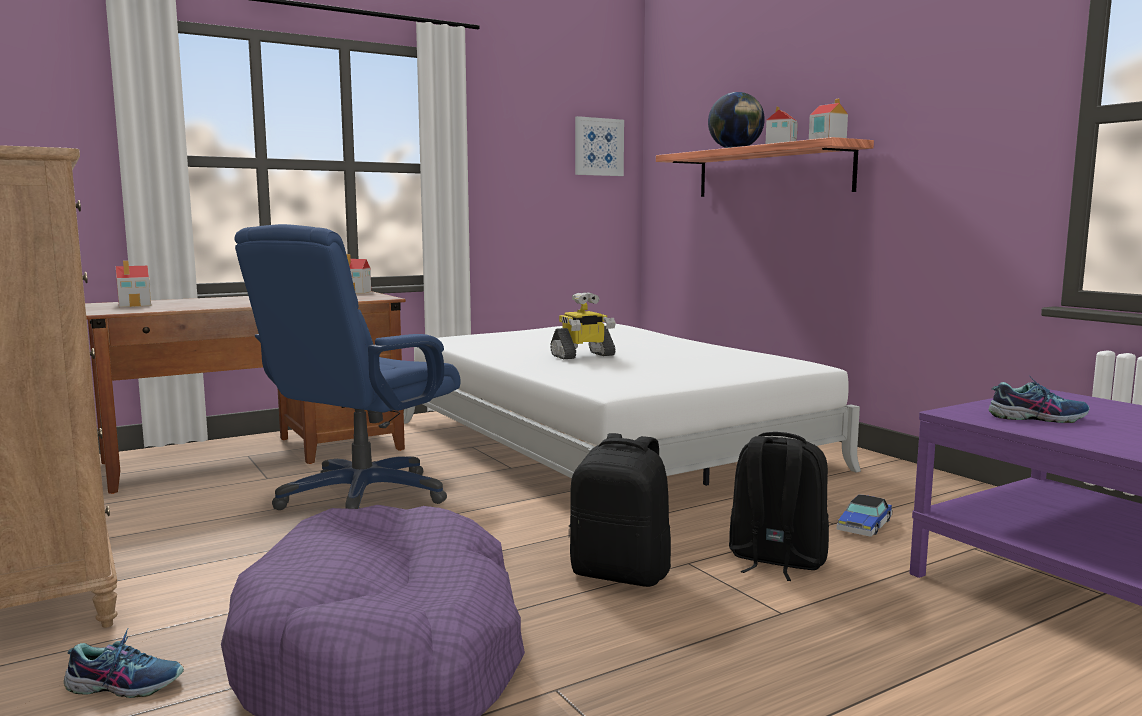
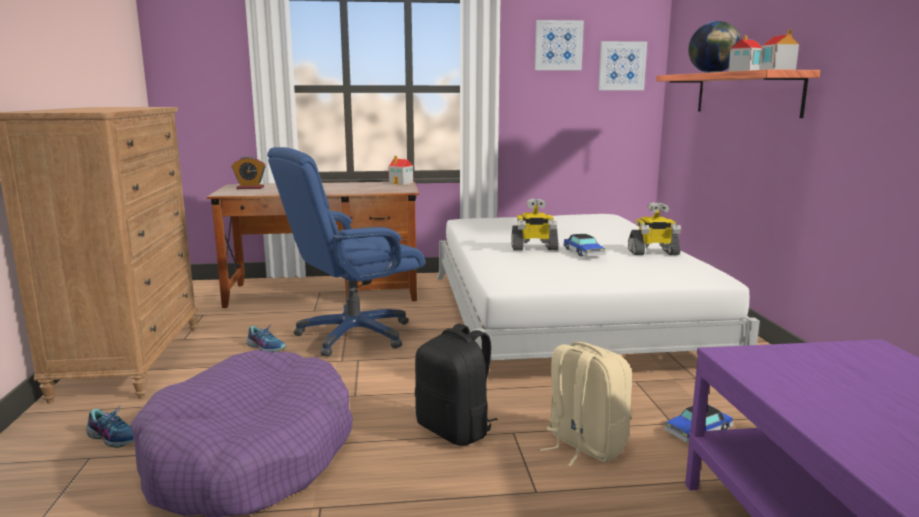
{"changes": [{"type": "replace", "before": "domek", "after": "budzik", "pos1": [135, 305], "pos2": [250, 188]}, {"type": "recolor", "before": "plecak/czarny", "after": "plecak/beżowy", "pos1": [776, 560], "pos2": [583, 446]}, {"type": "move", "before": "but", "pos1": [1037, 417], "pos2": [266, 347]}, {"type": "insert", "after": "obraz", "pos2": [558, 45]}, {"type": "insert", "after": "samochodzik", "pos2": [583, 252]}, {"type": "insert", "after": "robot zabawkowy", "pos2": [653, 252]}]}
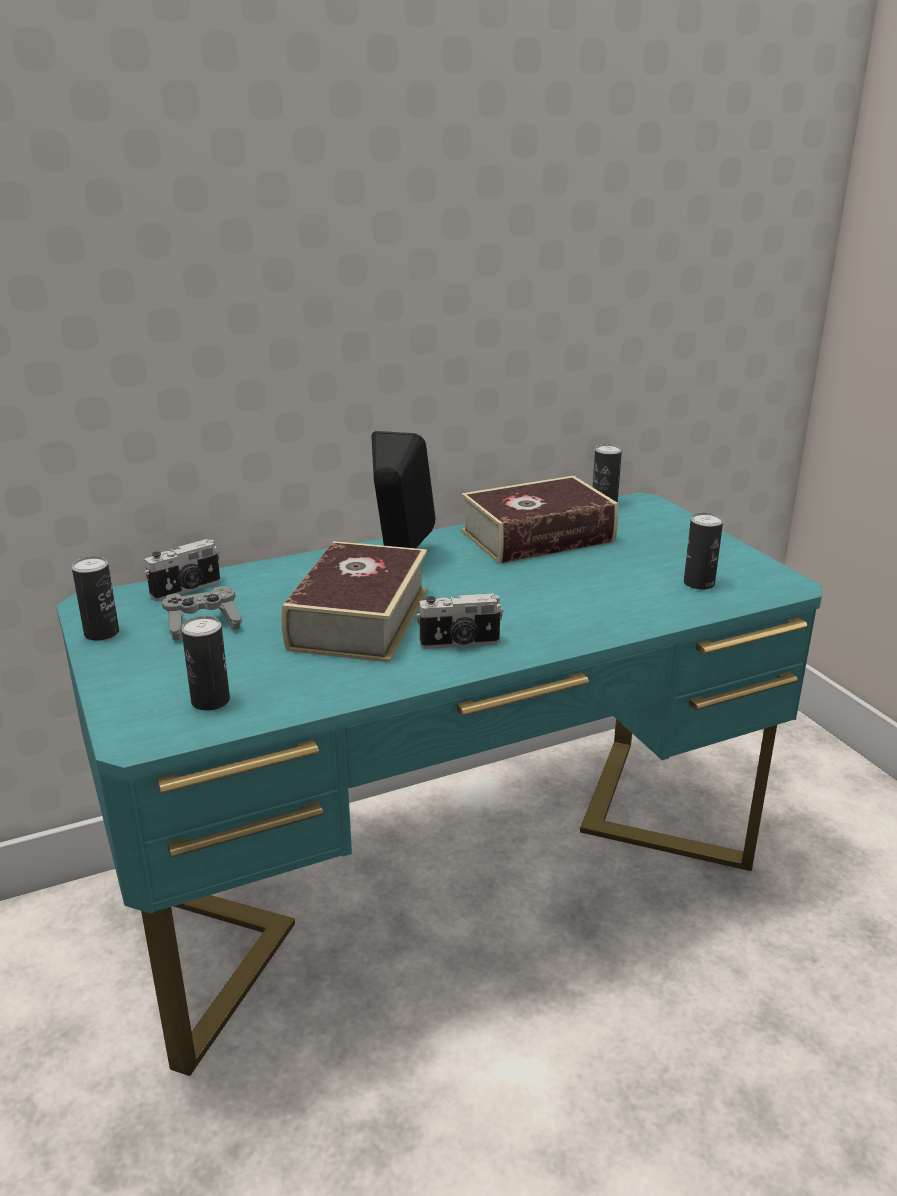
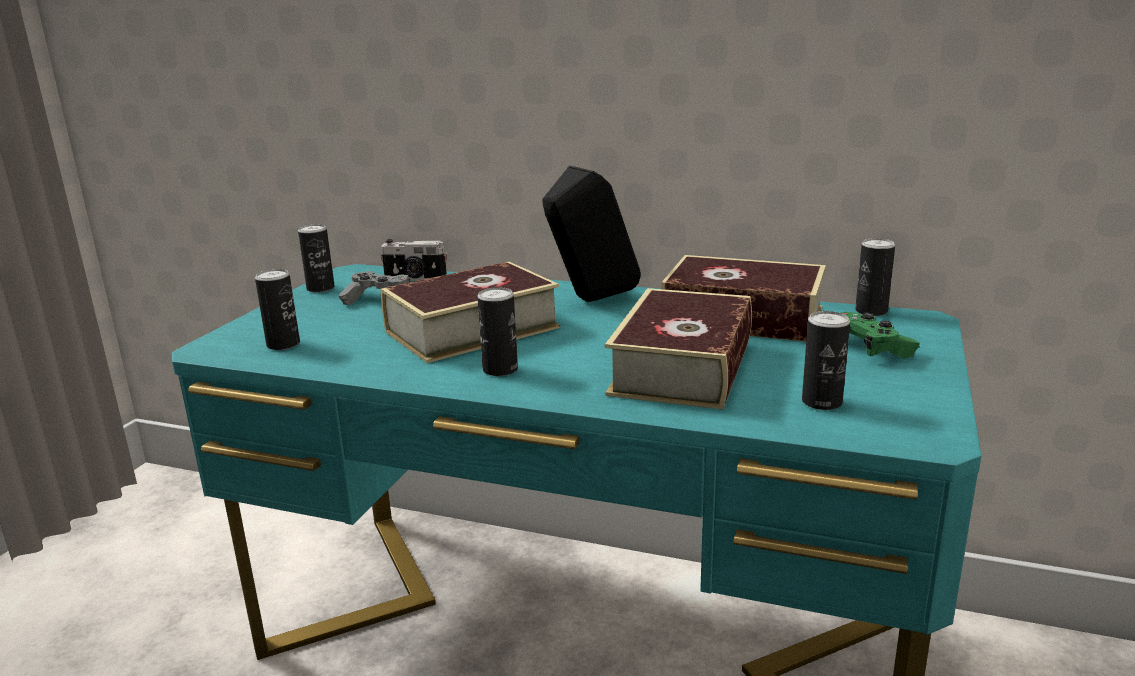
{"changes": [{"type": "replace", "before": "aparat fotograficzny", "after": "puszka", "pos1": [460, 643], "pos2": [500, 369]}, {"type": "insert", "after": "książka", "pos2": [682, 367]}, {"type": "insert", "after": "pad do gier/zielony", "pos2": [870, 349]}]}
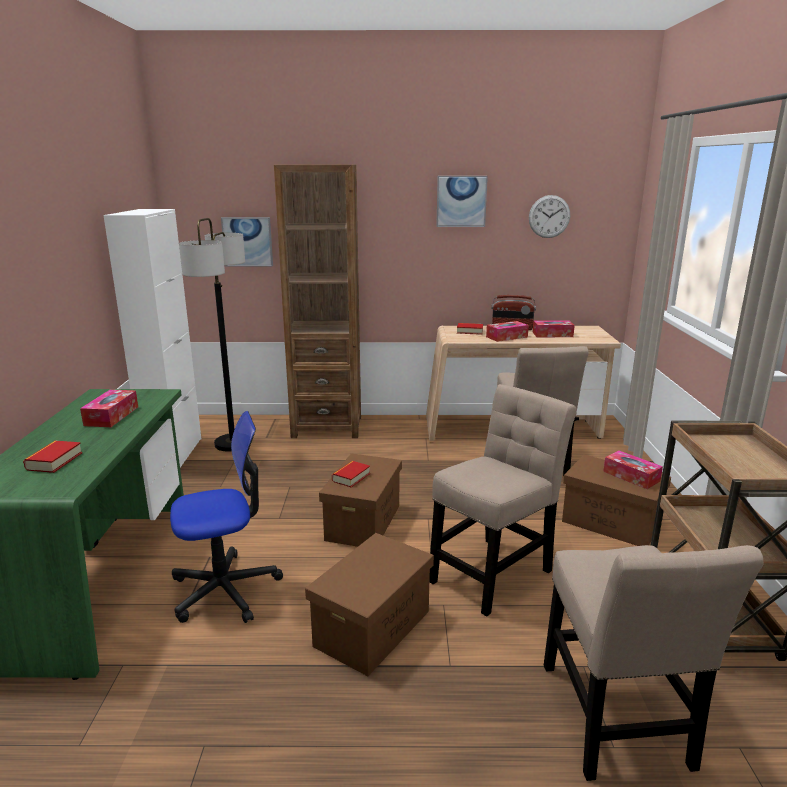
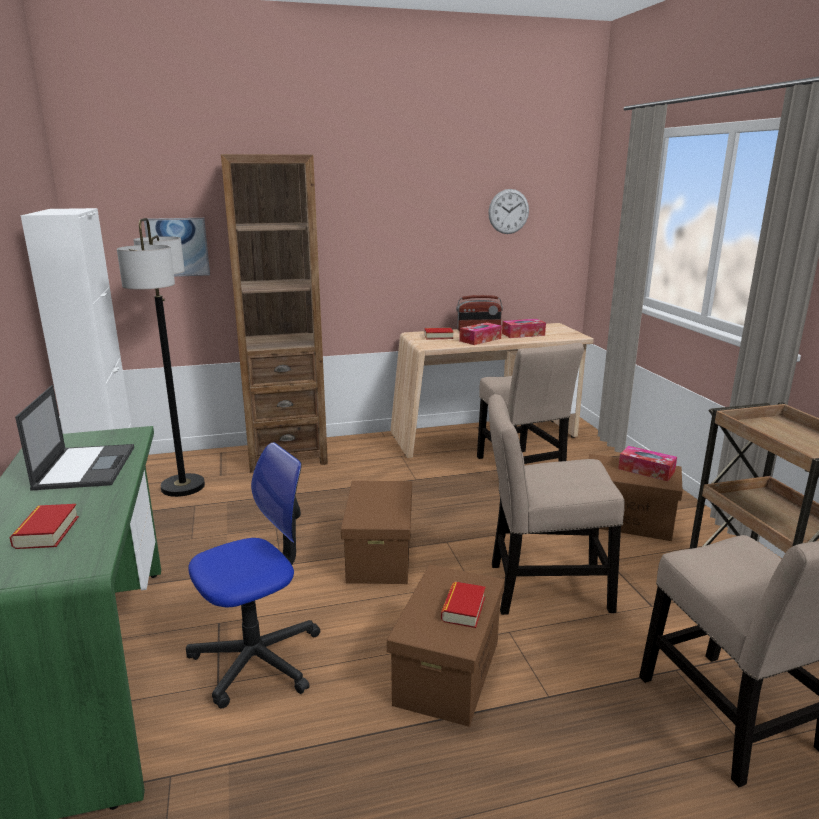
{"changes": [{"type": "replace", "before": "pudełko chusteczek", "after": "laptop", "pos1": [111, 416], "pos2": [85, 467]}, {"type": "move", "before": "książka", "pos1": [351, 477], "pos2": [463, 609]}, {"type": "rotate", "before": "krzesło/beżowy", "pos1": [494, 572], "pos2": [542, 588], "turn": -120}, {"type": "delete", "before": "obraz", "pos1": [461, 201]}]}
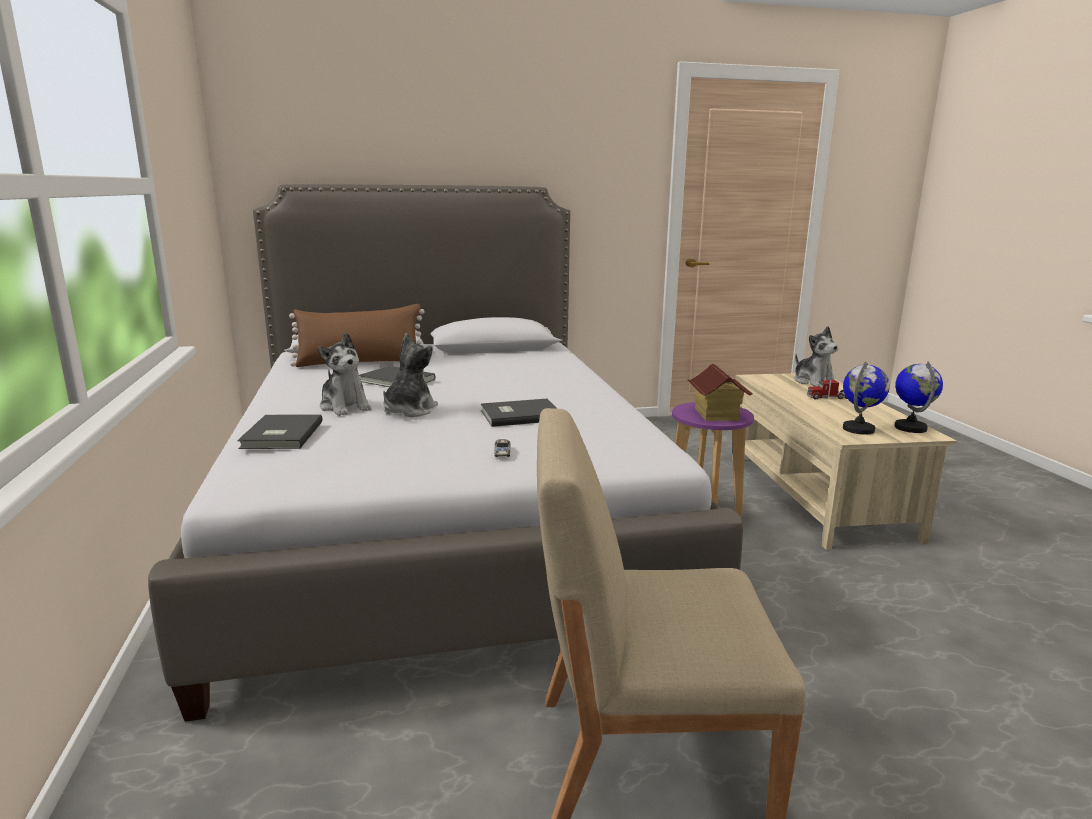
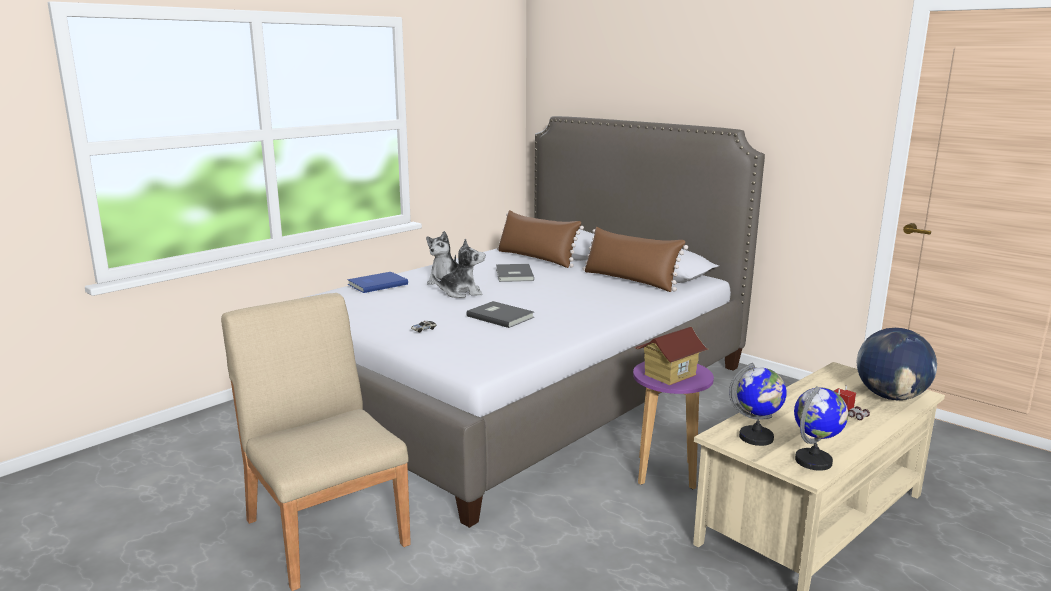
{"changes": [{"type": "recolor", "before": "książka/szary", "after": "książka/niebieski", "pos1": [280, 435], "pos2": [376, 284]}, {"type": "replace", "before": "pluszak", "after": "globus", "pos1": [813, 382], "pos2": [891, 396]}, {"type": "insert", "after": "poduszka/brązowy", "pos2": [630, 280]}]}
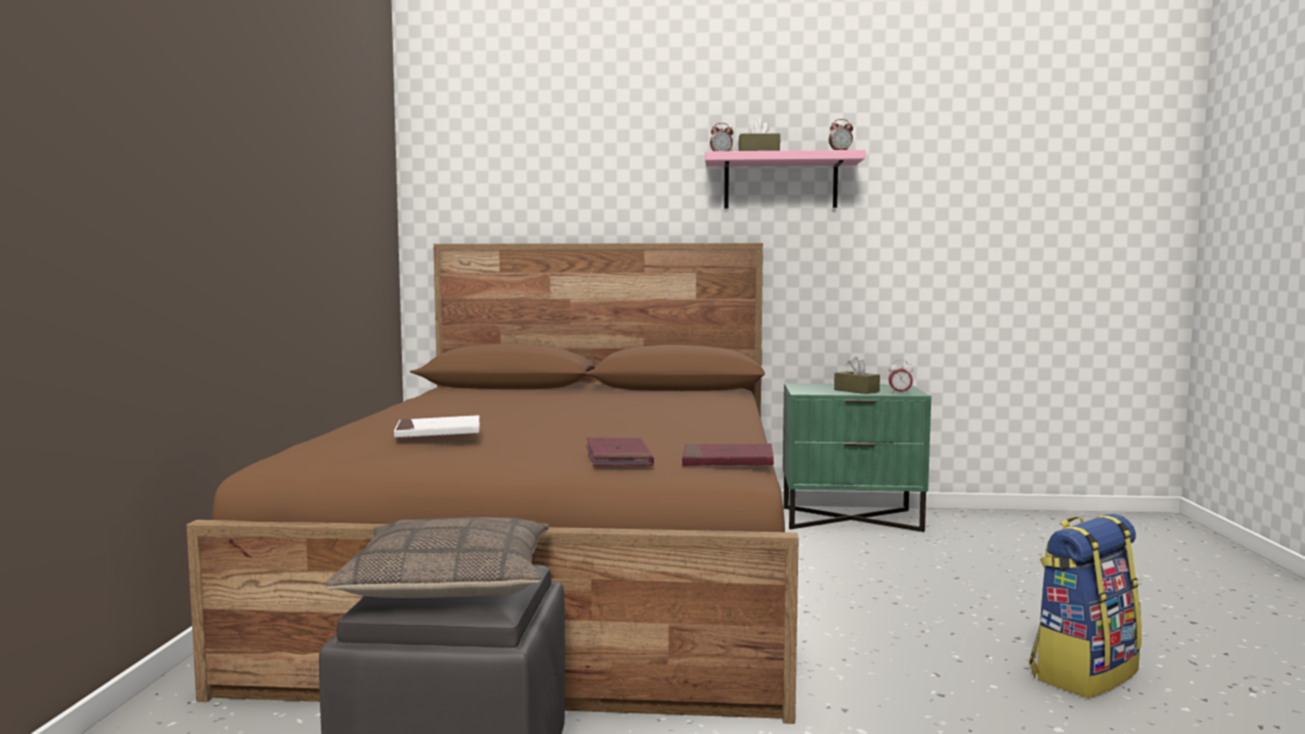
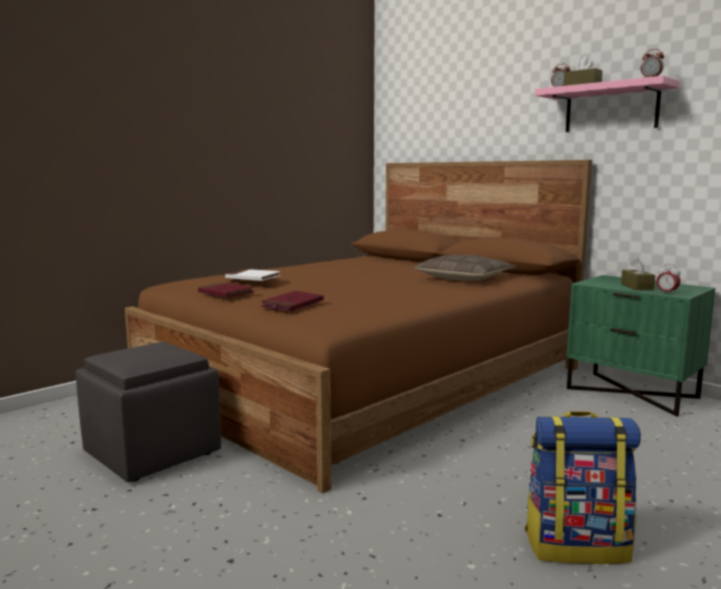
{"changes": [{"type": "move", "before": "poduszka", "pos1": [450, 581], "pos2": [465, 278]}, {"type": "move", "before": "książka/czerwony", "pos1": [727, 461], "pos2": [226, 293]}]}
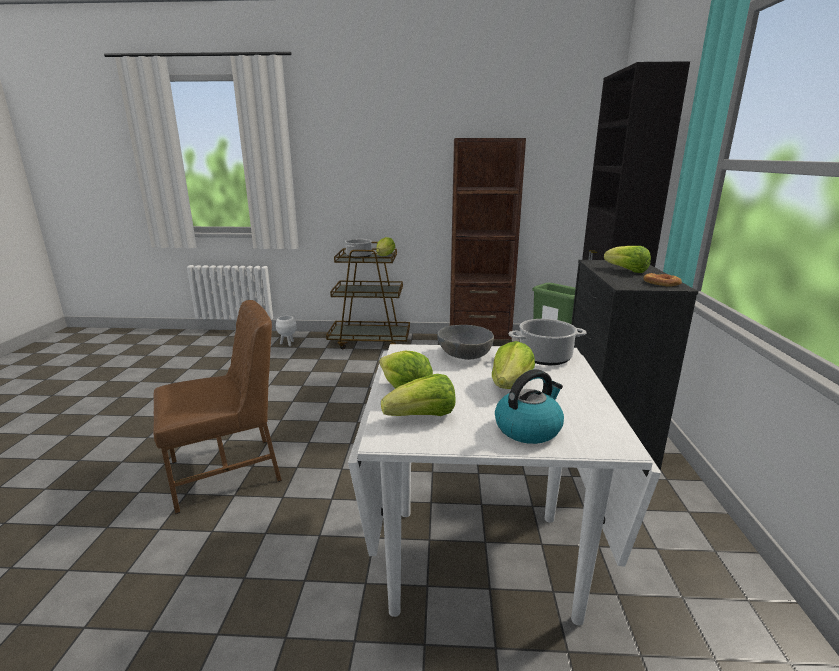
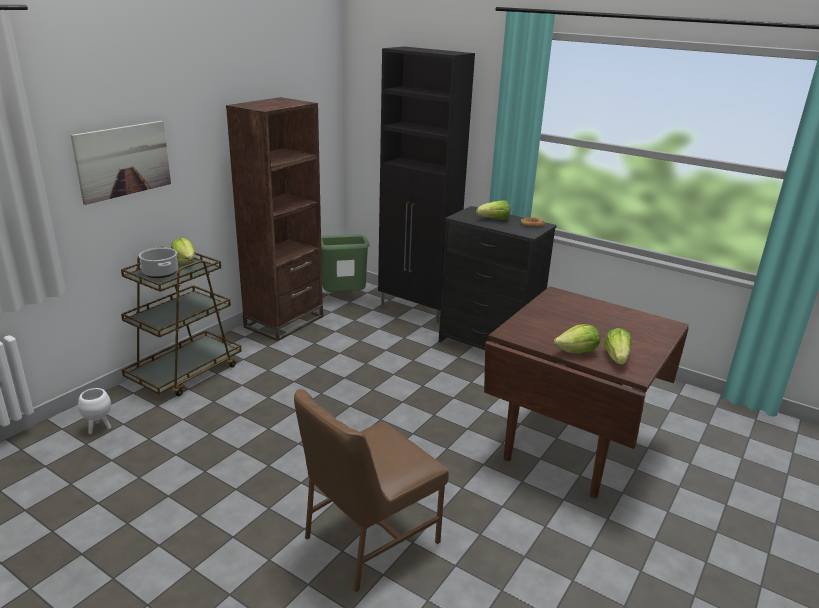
{"changes": [{"type": "rotate", "before": "krzesło/brązowy", "pos1": [228, 471], "pos2": [368, 539], "turn": -135}, {"type": "recolor", "before": "stół jadalny/biały", "after": "stół jadalny/brązowy", "pos1": [480, 558], "pos2": [569, 446]}, {"type": "delete", "before": "miska/szary", "pos1": [465, 355]}, {"type": "delete", "before": "sałata", "pos1": [511, 385]}, {"type": "delete", "before": "czajnik", "pos1": [528, 428]}, {"type": "delete", "before": "garnek", "pos1": [545, 357]}, {"type": "insert", "after": "obraz", "pos2": [123, 161]}]}
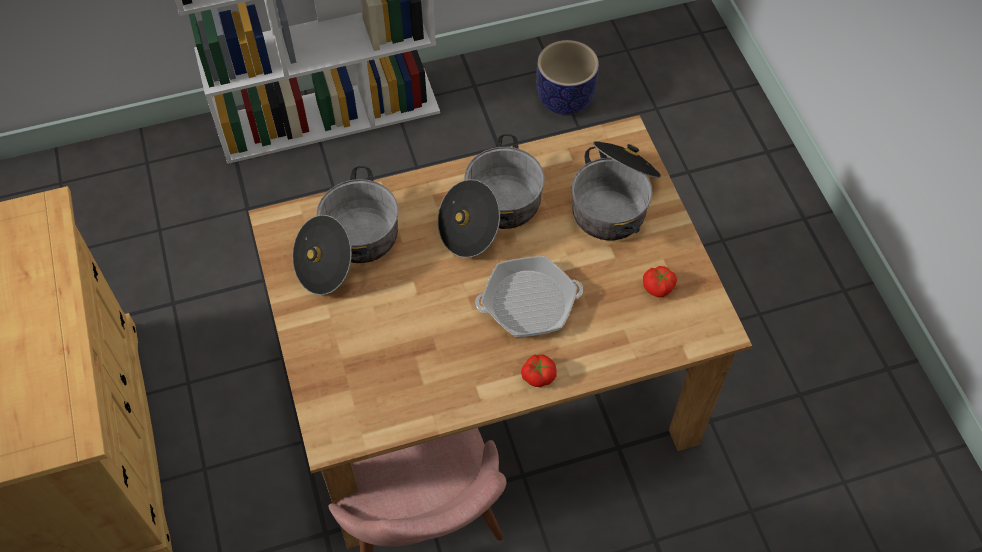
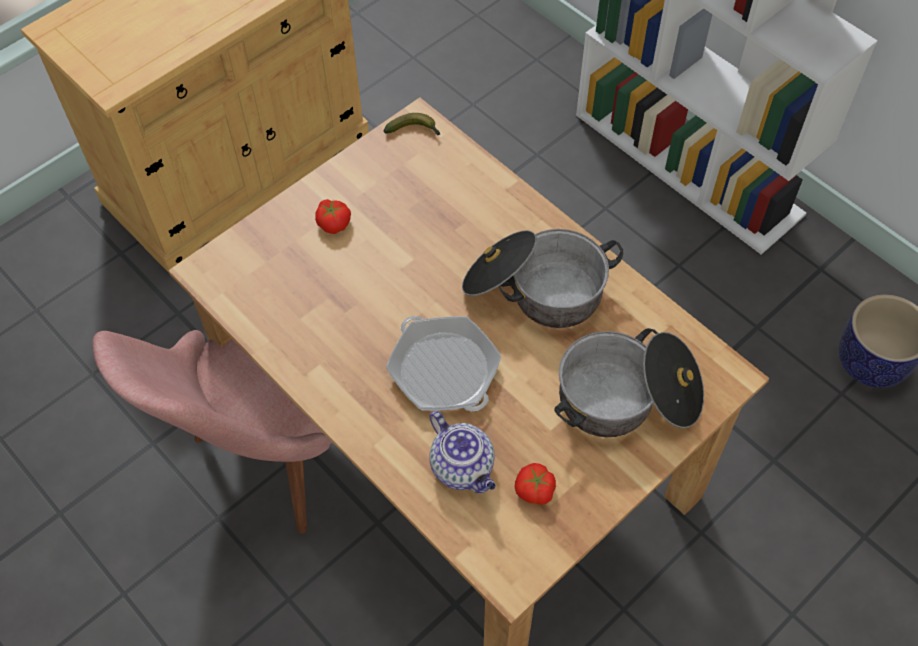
{"changes": [{"type": "delete", "before": "garnek", "pos1": [348, 248]}, {"type": "move", "before": "pomidor", "pos1": [538, 375], "pos2": [334, 223]}, {"type": "insert", "after": "banan", "pos2": [415, 131]}, {"type": "insert", "after": "imbryk", "pos2": [463, 468]}]}
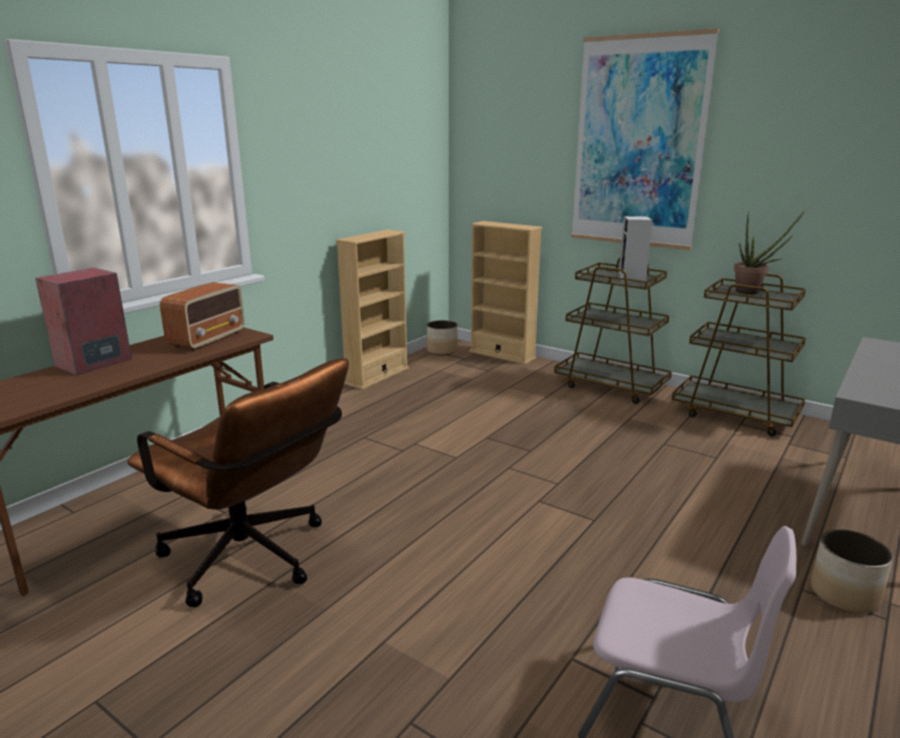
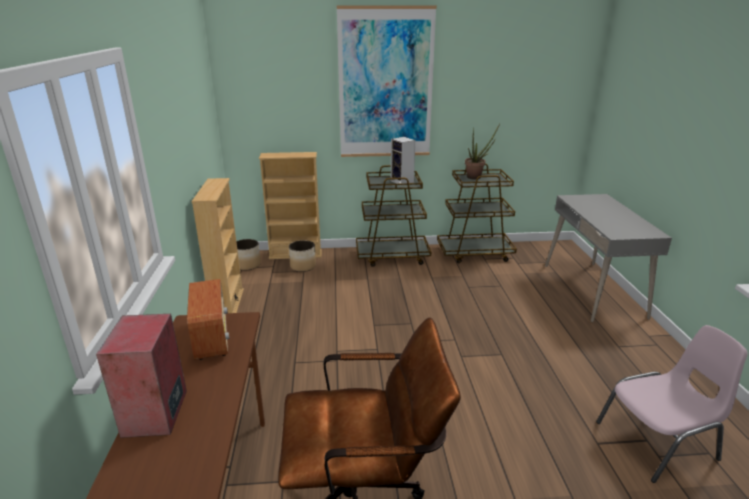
{"changes": [{"type": "move", "before": "donica", "pos1": [844, 595], "pos2": [303, 266]}]}
